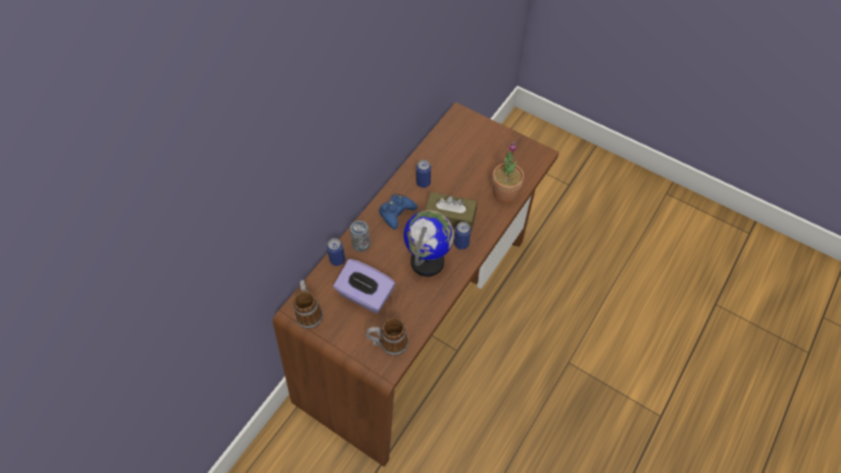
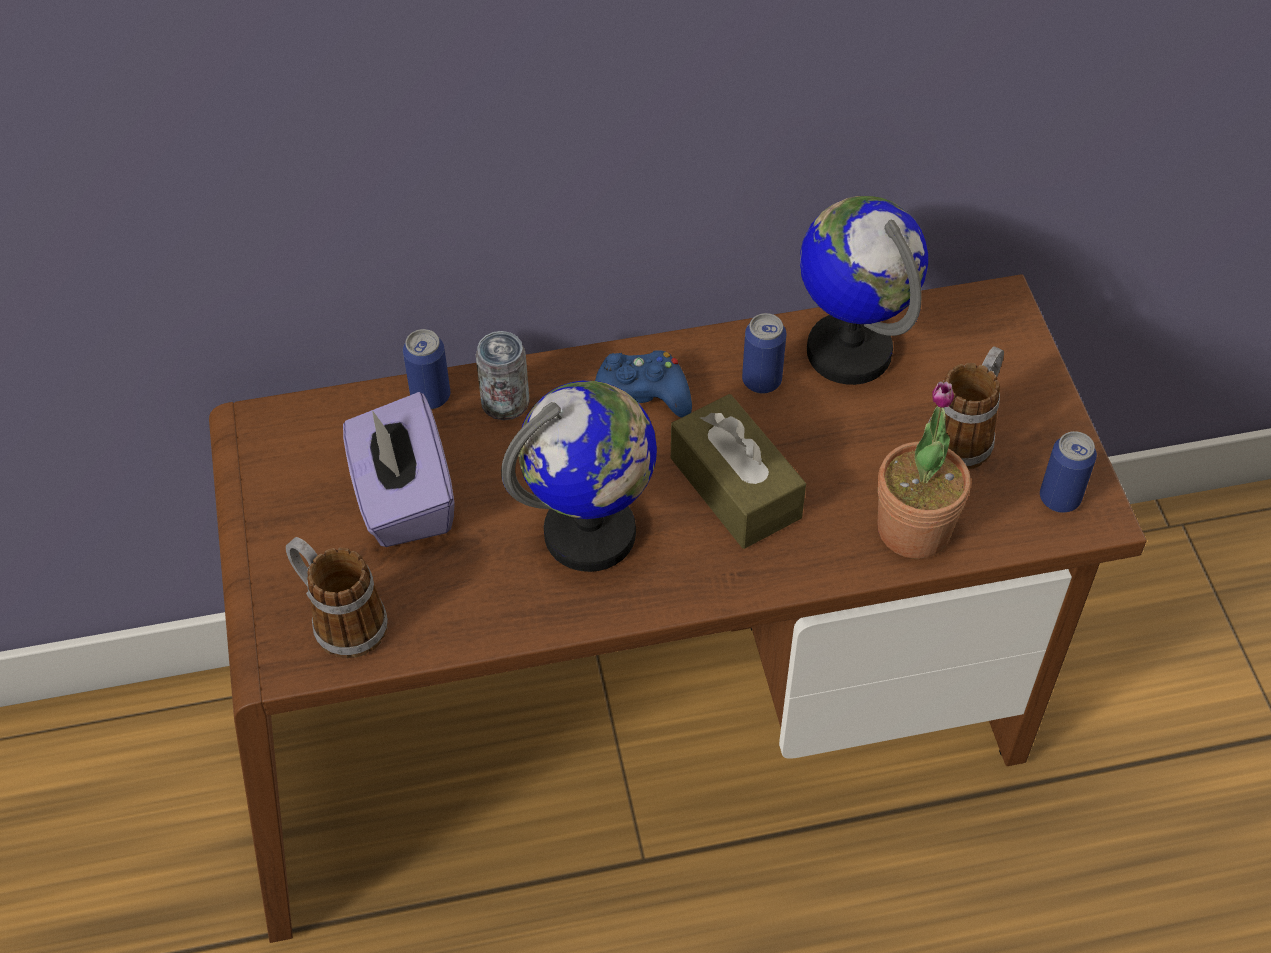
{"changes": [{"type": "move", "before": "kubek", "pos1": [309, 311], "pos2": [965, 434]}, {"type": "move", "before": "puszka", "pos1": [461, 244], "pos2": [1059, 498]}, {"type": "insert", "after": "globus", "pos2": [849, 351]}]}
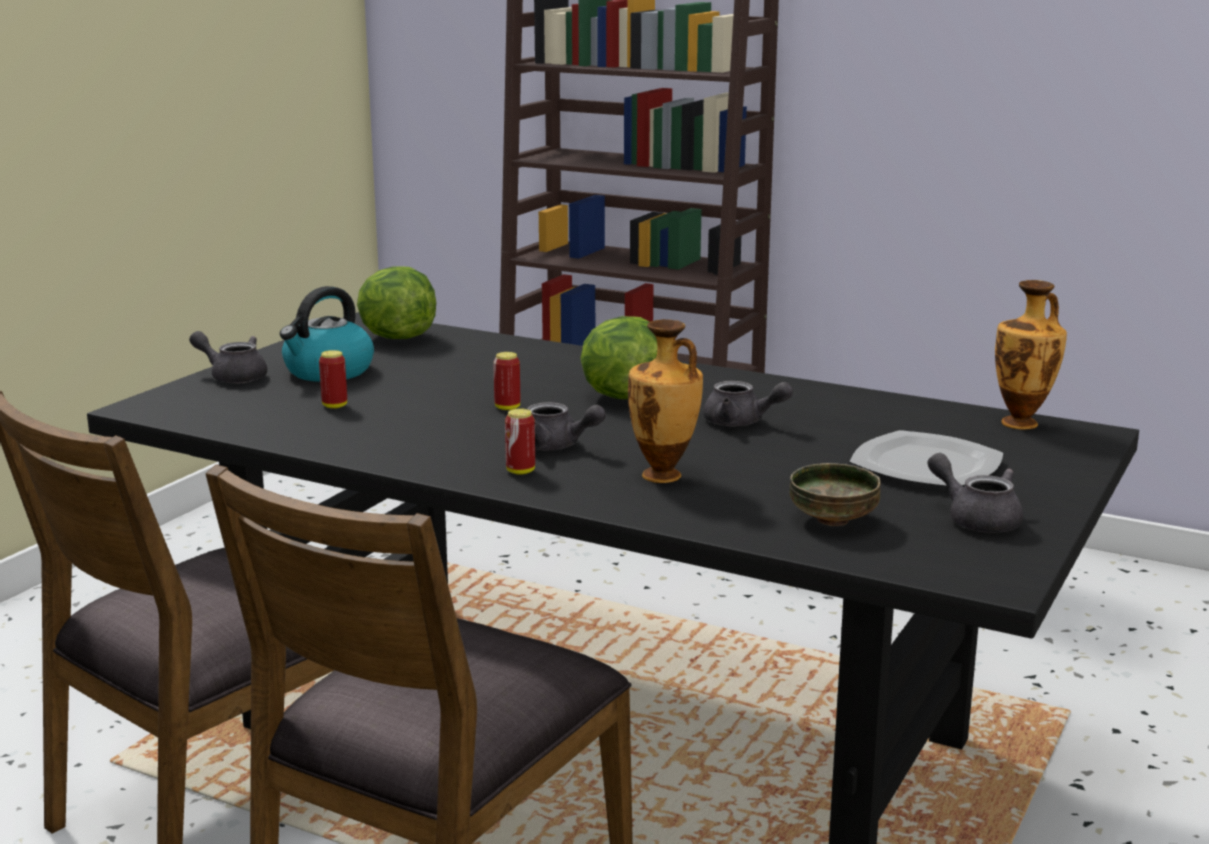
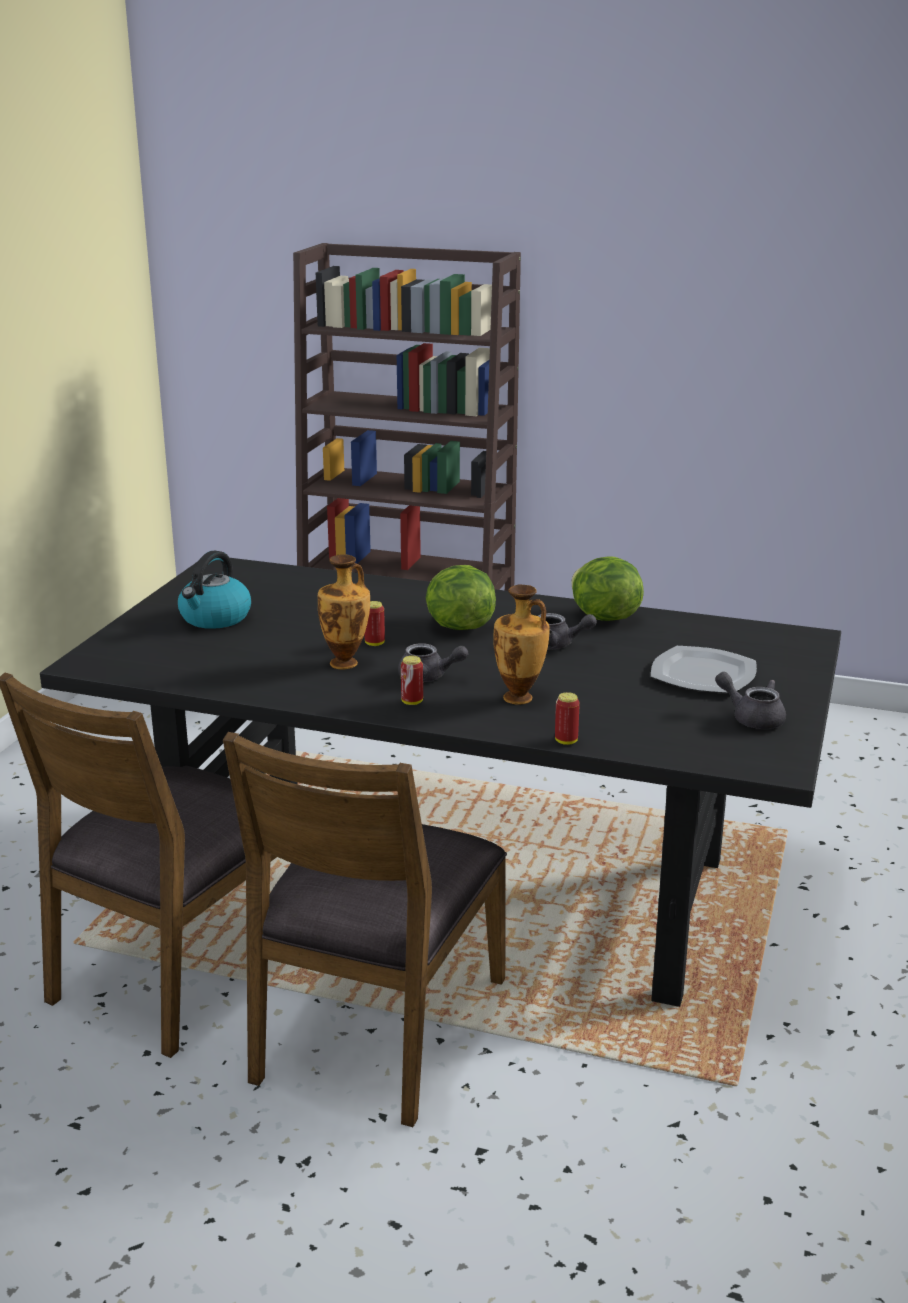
{"changes": [{"type": "delete", "before": "imbryk/szary", "pos1": [233, 376]}, {"type": "move", "before": "puszka", "pos1": [334, 406], "pos2": [566, 741]}, {"type": "move", "before": "sałata", "pos1": [396, 337], "pos2": [603, 617]}, {"type": "delete", "before": "miska", "pos1": [834, 520]}, {"type": "move", "before": "wazon", "pos1": [1022, 423], "pos2": [346, 663]}]}
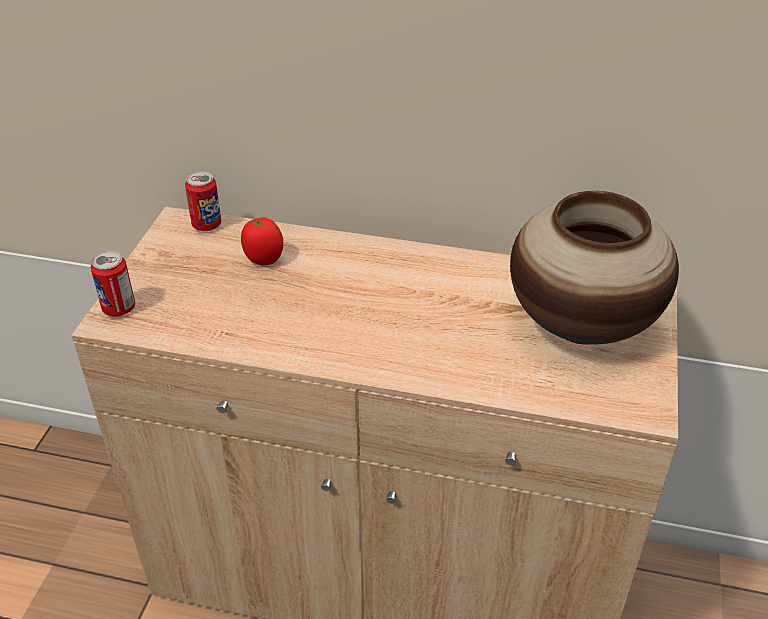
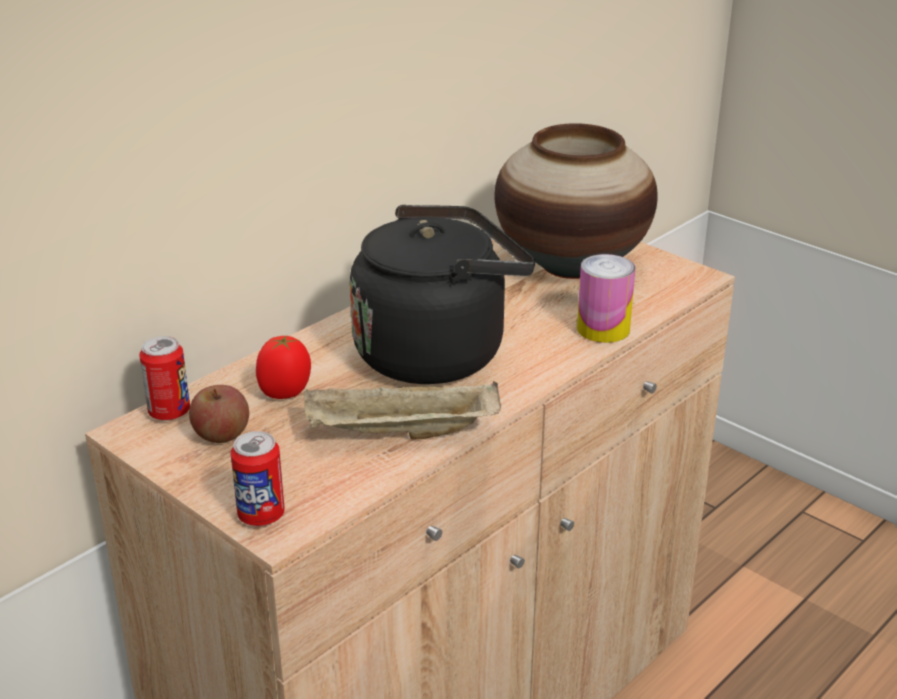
{"changes": [{"type": "insert", "after": "jabłko", "pos2": [221, 434]}, {"type": "insert", "after": "taca/beżowy", "pos2": [400, 434]}, {"type": "insert", "after": "czajnik/czarny", "pos2": [437, 352]}, {"type": "insert", "after": "puszka", "pos2": [603, 329]}]}
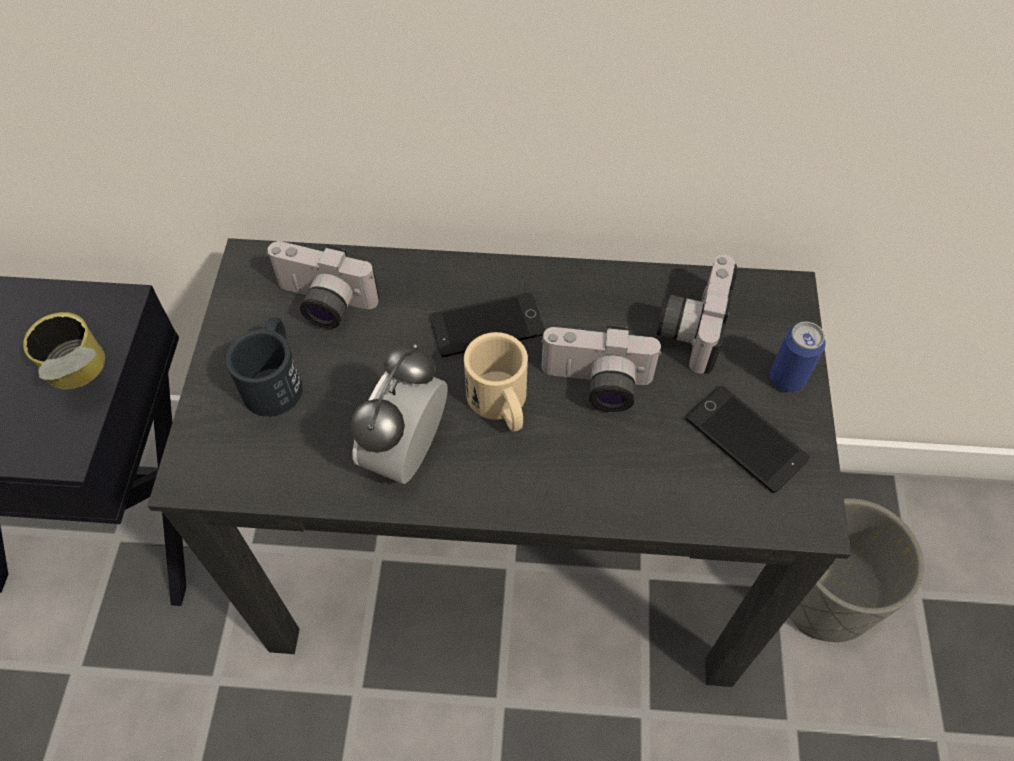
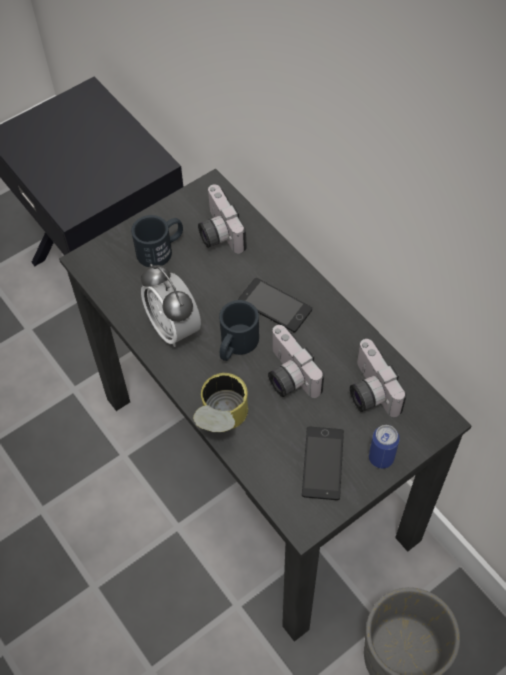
{"changes": [{"type": "move", "before": "puszka", "pos1": [80, 377], "pos2": [221, 422]}, {"type": "rotate", "before": "budzik", "pos1": [407, 452], "pos2": [173, 328], "turn": -105}, {"type": "recolor", "before": "kubek/beżowy", "after": "kubek/czarny", "pos1": [501, 405], "pos2": [236, 345]}, {"type": "rotate", "before": "aparat fotograficzny", "pos1": [690, 325], "pos2": [368, 391], "turn": -90}]}
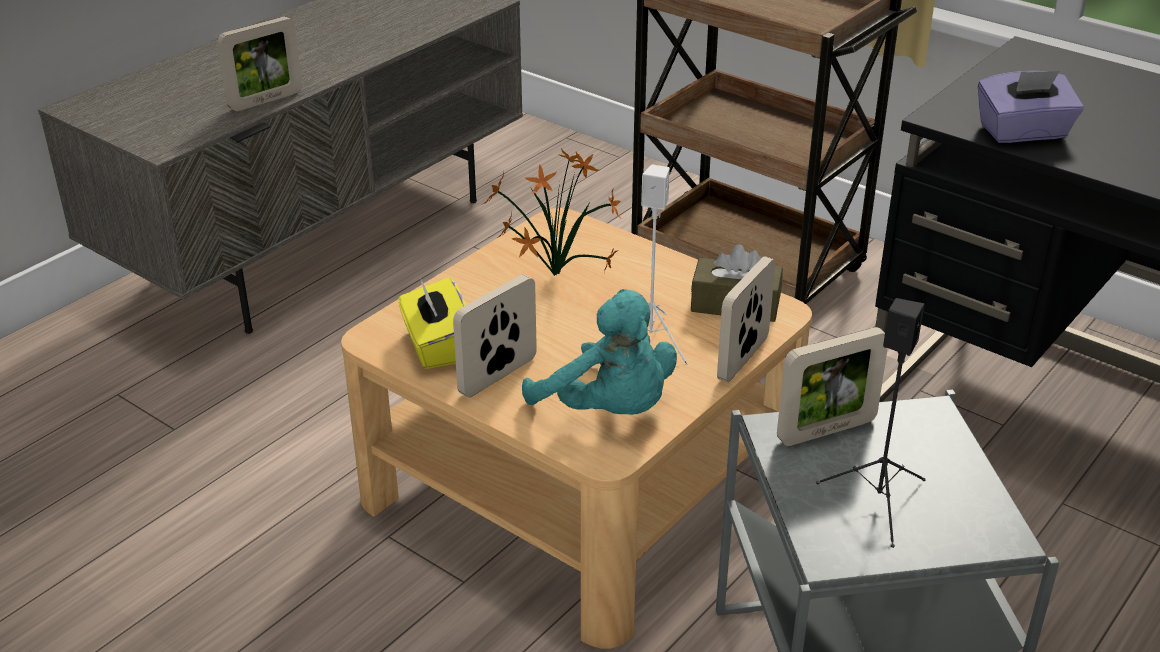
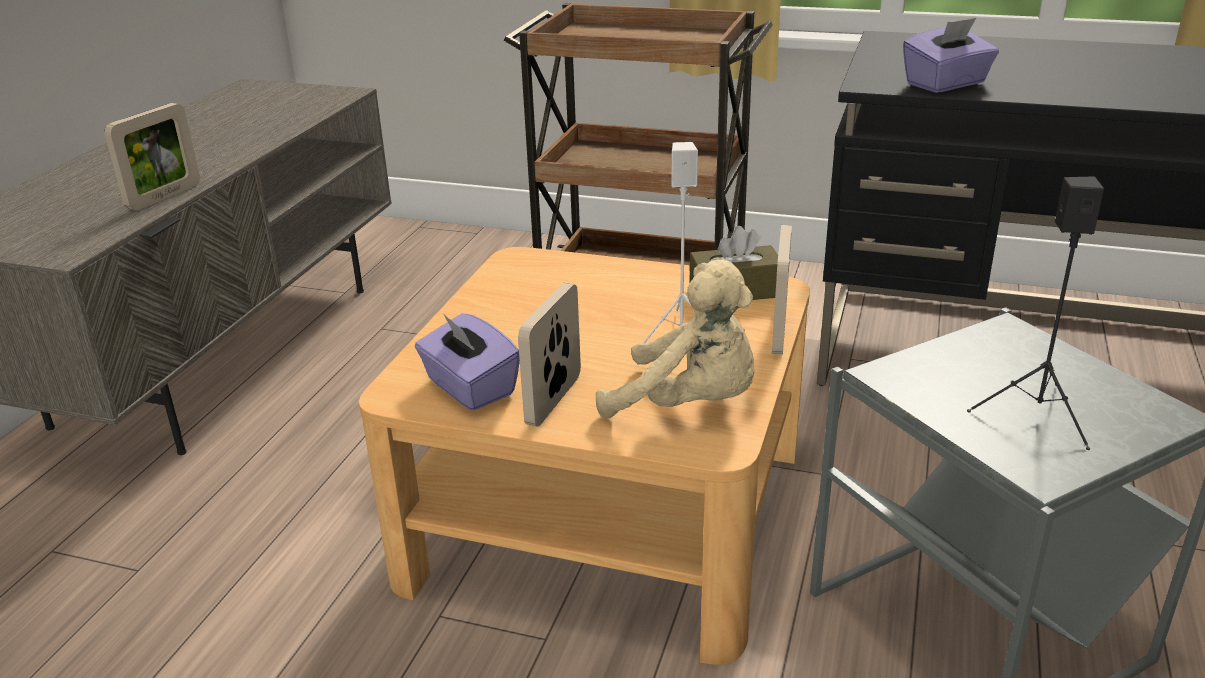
{"changes": [{"type": "recolor", "before": "pudełko chusteczek/żółty", "after": "pudełko chusteczek/fioletowy", "pos1": [436, 346], "pos2": [469, 387]}, {"type": "delete", "before": "roślina doniczkowa", "pos1": [551, 275]}, {"type": "recolor", "before": "pluszak/turkusowy", "after": "pluszak/beżowy", "pos1": [609, 410], "pos2": [689, 405]}, {"type": "delete", "before": "ramka na zdjęcie", "pos1": [826, 430]}]}
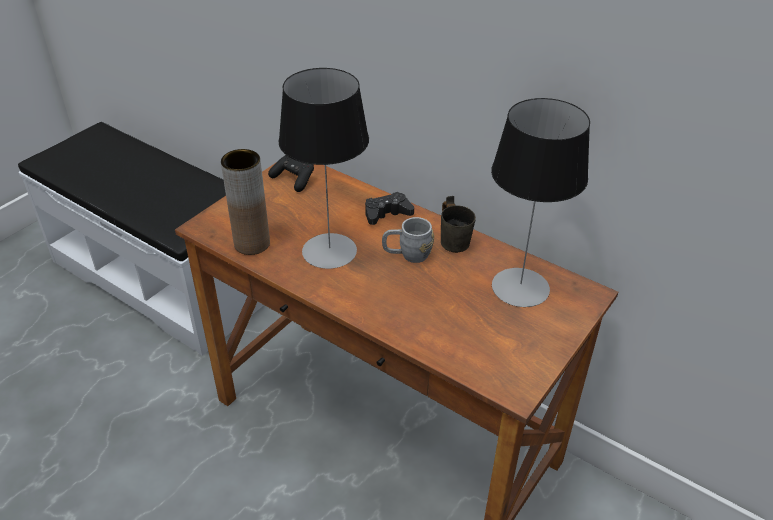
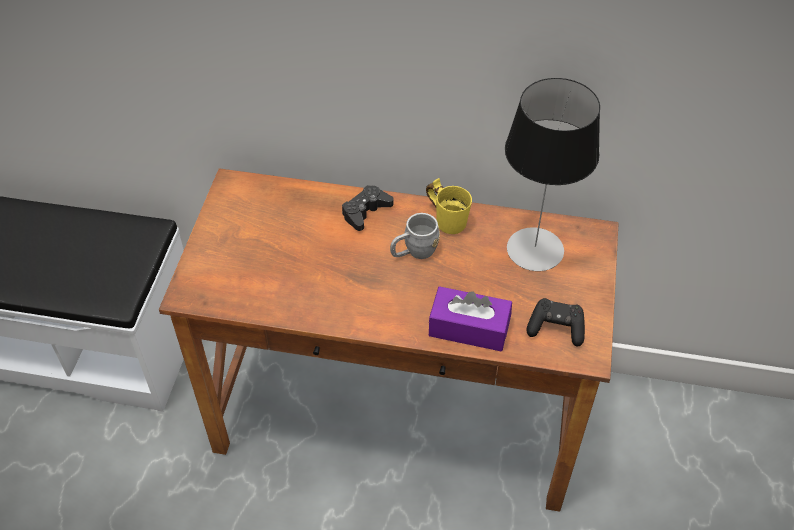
{"changes": [{"type": "delete", "before": "wazon/brązowy", "pos1": [252, 244]}, {"type": "move", "before": "pad do gier/czarny", "pos1": [294, 179], "pos2": [556, 328]}, {"type": "delete", "before": "lampa stołowa", "pos1": [329, 251]}, {"type": "recolor", "before": "kubek/szary", "after": "kubek/żółty", "pos1": [456, 240], "pos2": [449, 218]}, {"type": "insert", "after": "pudełko chusteczek/fioletowy", "pos2": [469, 328]}]}
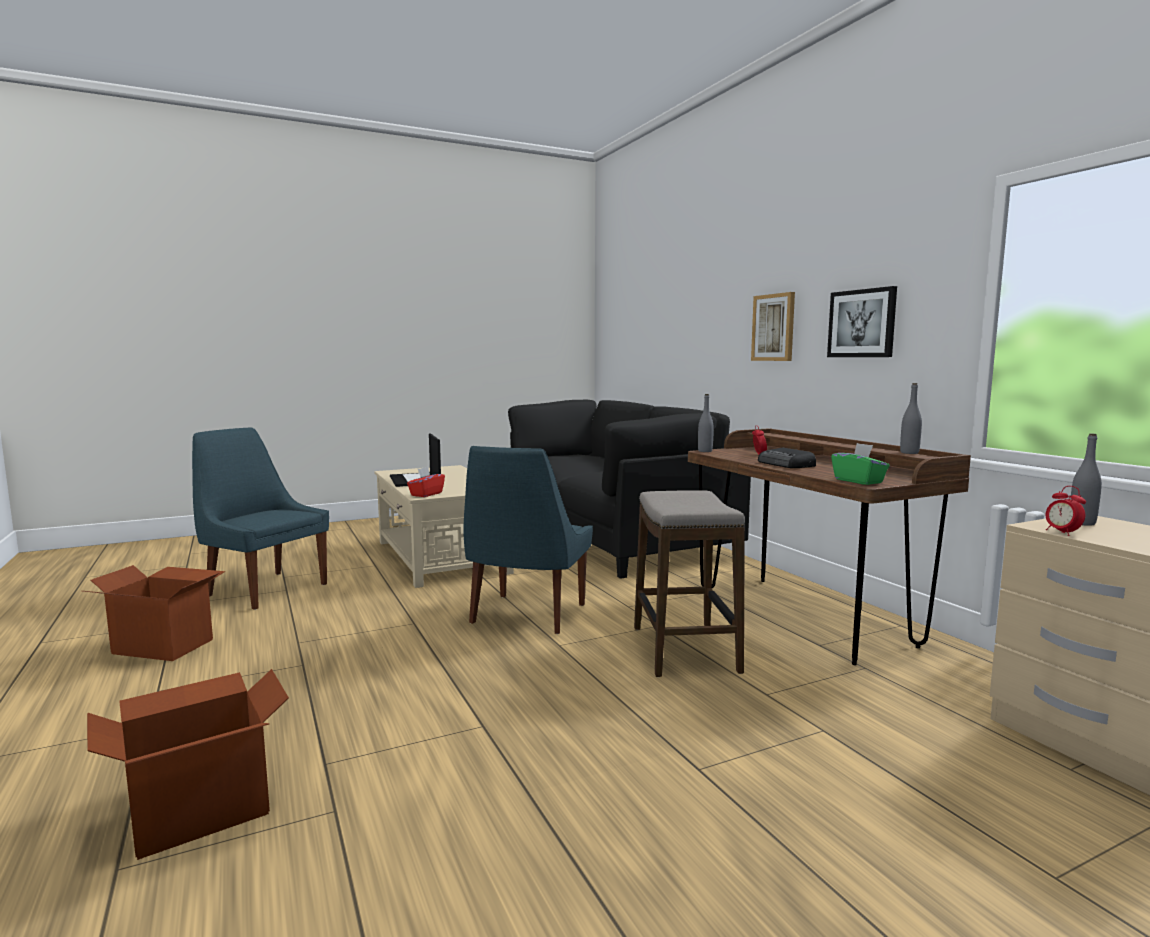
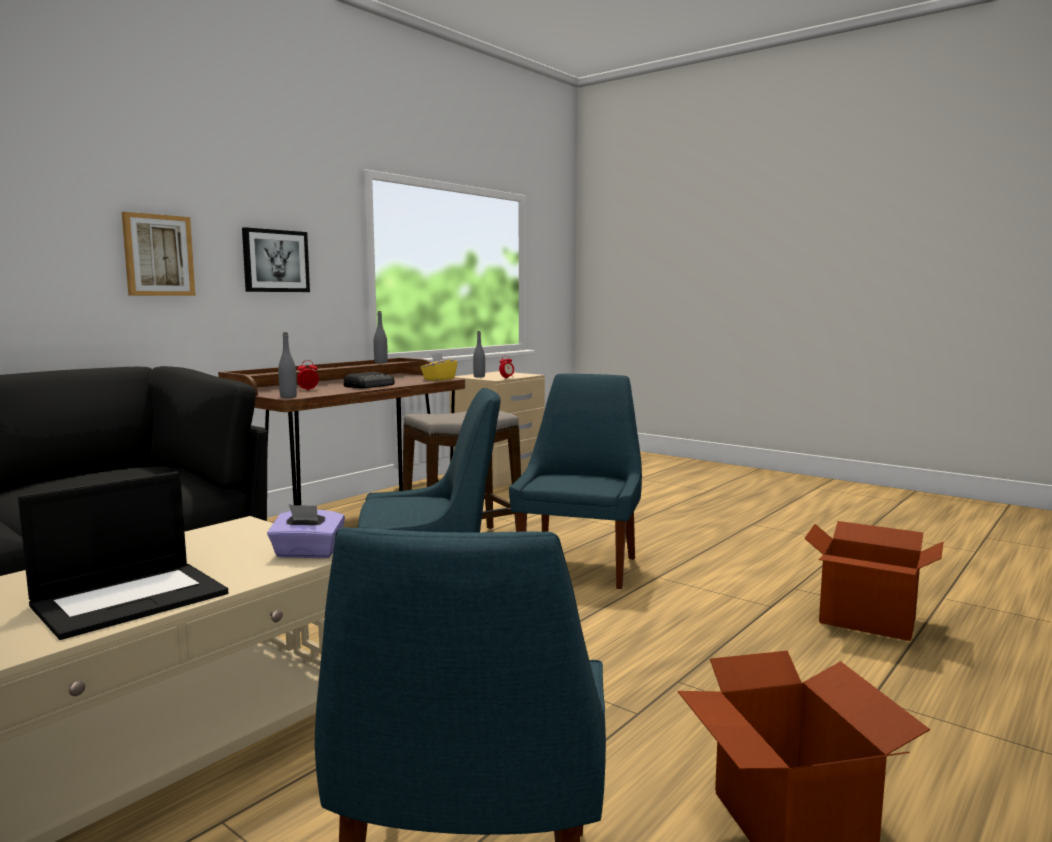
{"changes": [{"type": "recolor", "before": "pudełko chusteczek/czerwony", "after": "pudełko chusteczek/fioletowy", "pos1": [426, 494], "pos2": [307, 553]}, {"type": "recolor", "before": "pudełko chusteczek/zielony", "after": "pudełko chusteczek/żółty", "pos1": [858, 481], "pos2": [439, 379]}, {"type": "insert", "after": "krzesło/niebieski", "pos2": [580, 566]}]}
